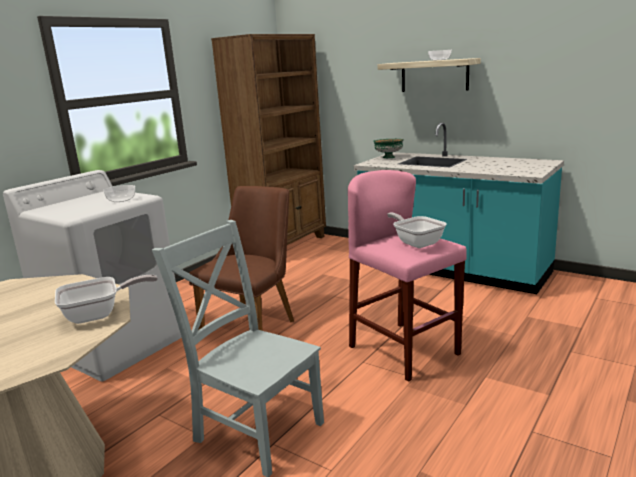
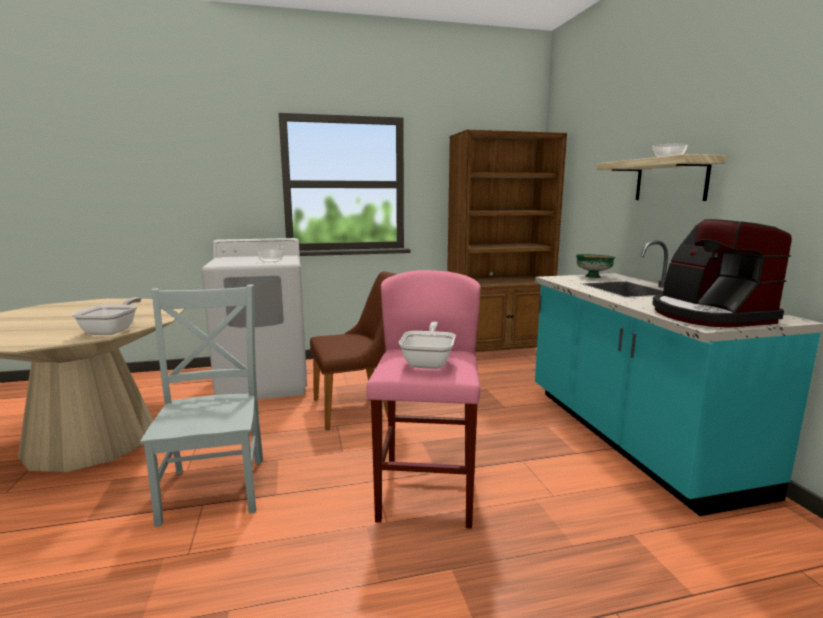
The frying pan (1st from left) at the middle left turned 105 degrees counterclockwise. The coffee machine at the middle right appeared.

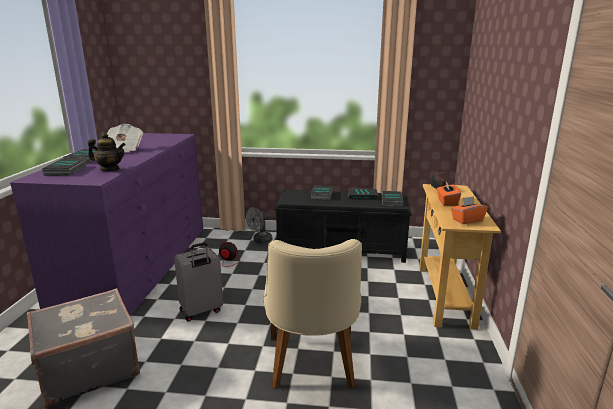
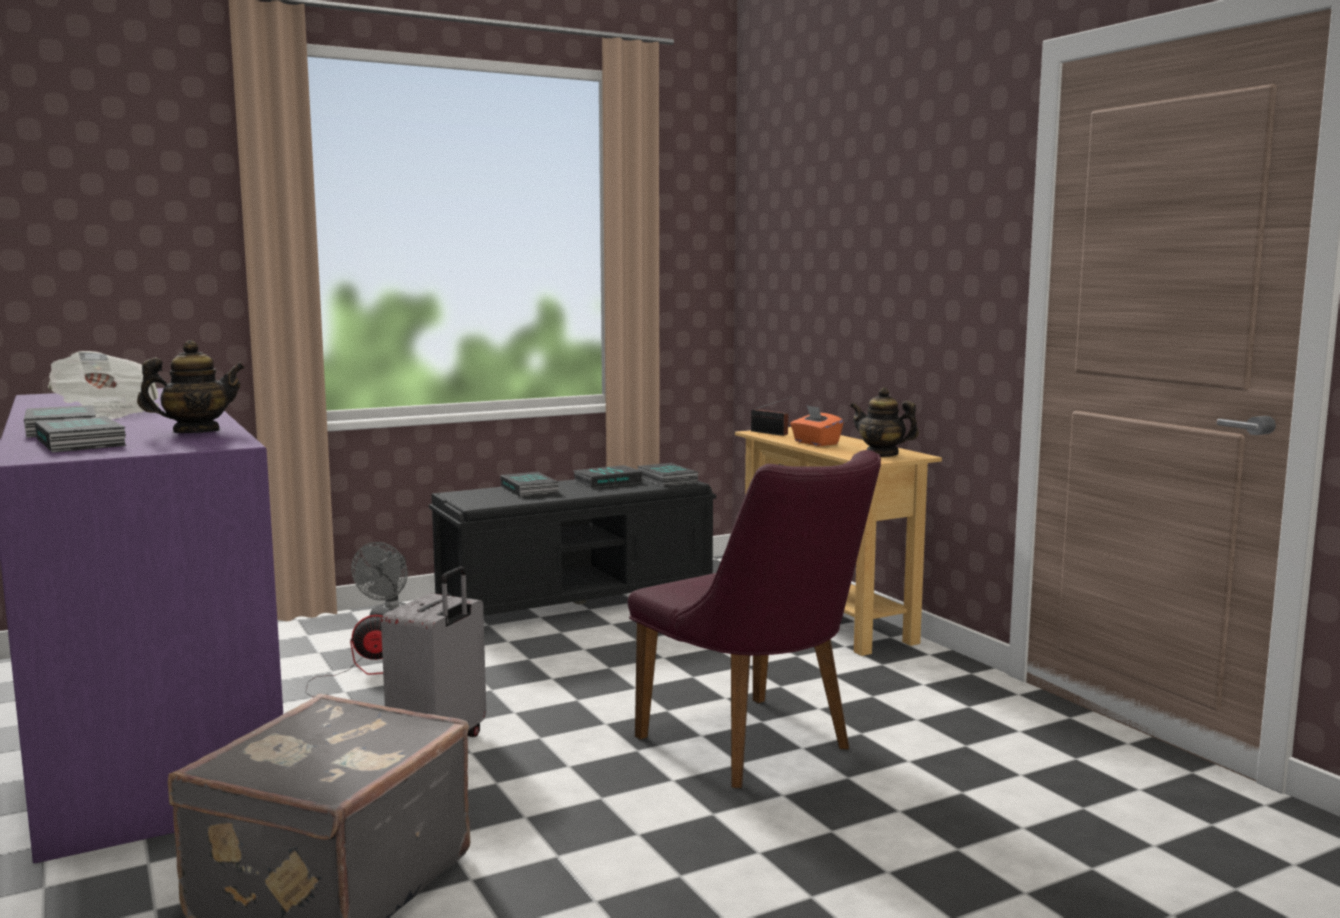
The orange tissue box (2nd from left) at the middle right was replaced by the teapot (2nd from left) at the centre. The beige chair at the bottom centre became the purple chair at the bottom centre.

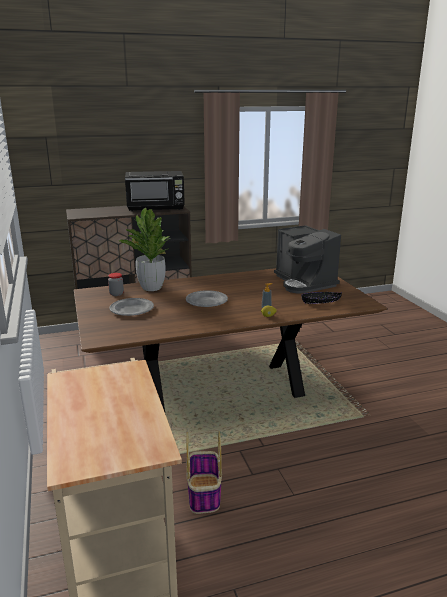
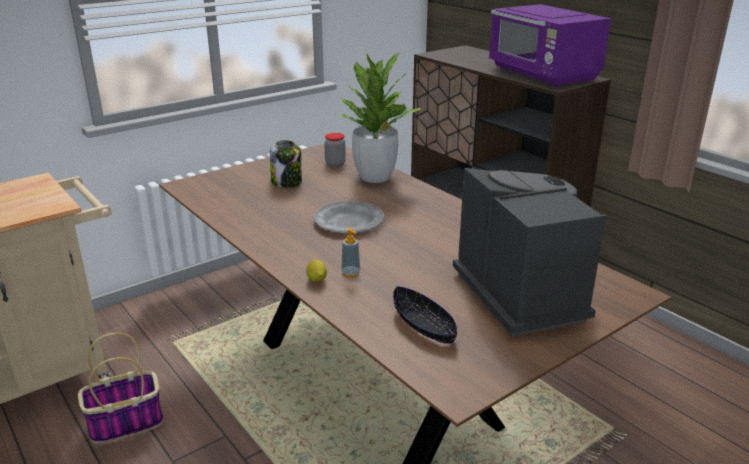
The black microwave at the top centre became the purple microwave at the top right. The coffee machine at the middle right turned 120 degrees clockwise. The grey plate (1st from left) at the middle left was replaced by the jar (1st from left) at the centre.

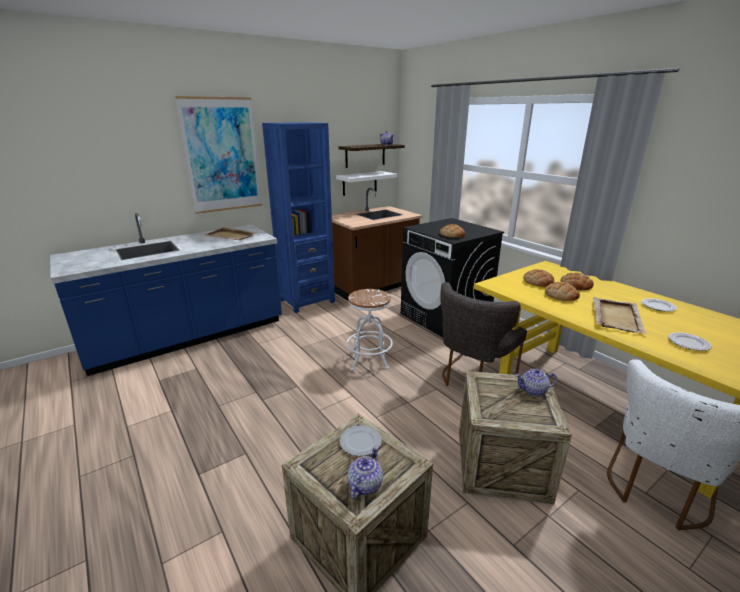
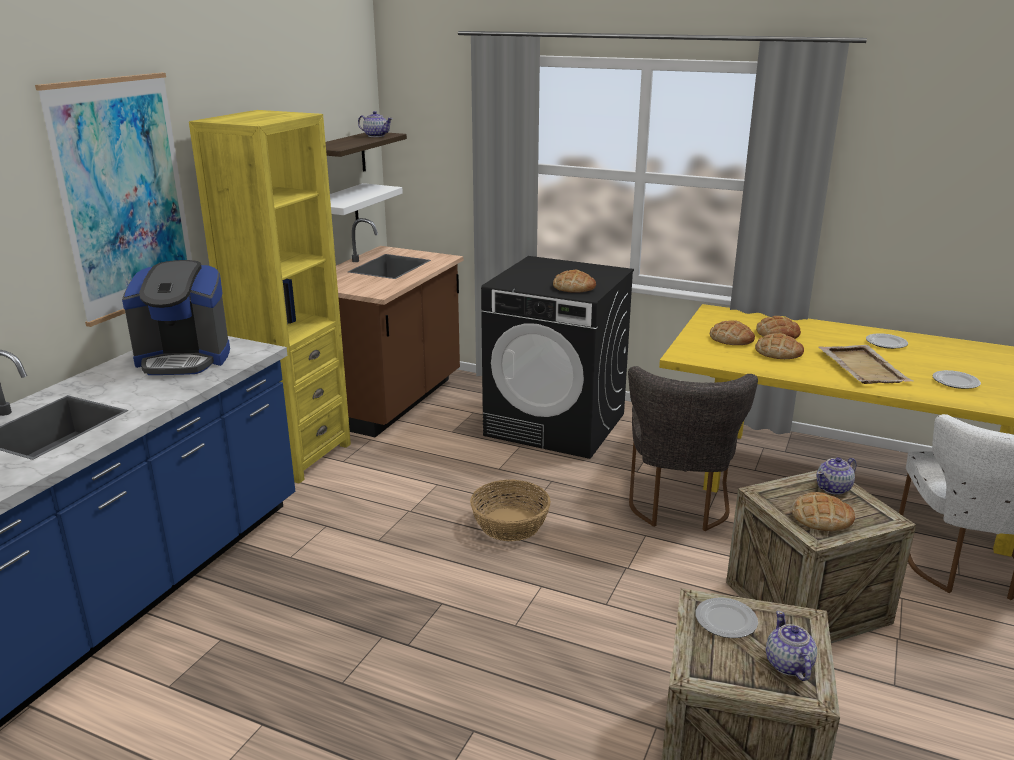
The blue bookcase at the centre became the yellow bookcase at the middle left. The beige tray (1st from left) at the middle left was replaced by the coffee machine at the middle left. The white stool at the centre was replaced by the basket at the bottom centre. The bread (5th from left) at the bottom right appeared.

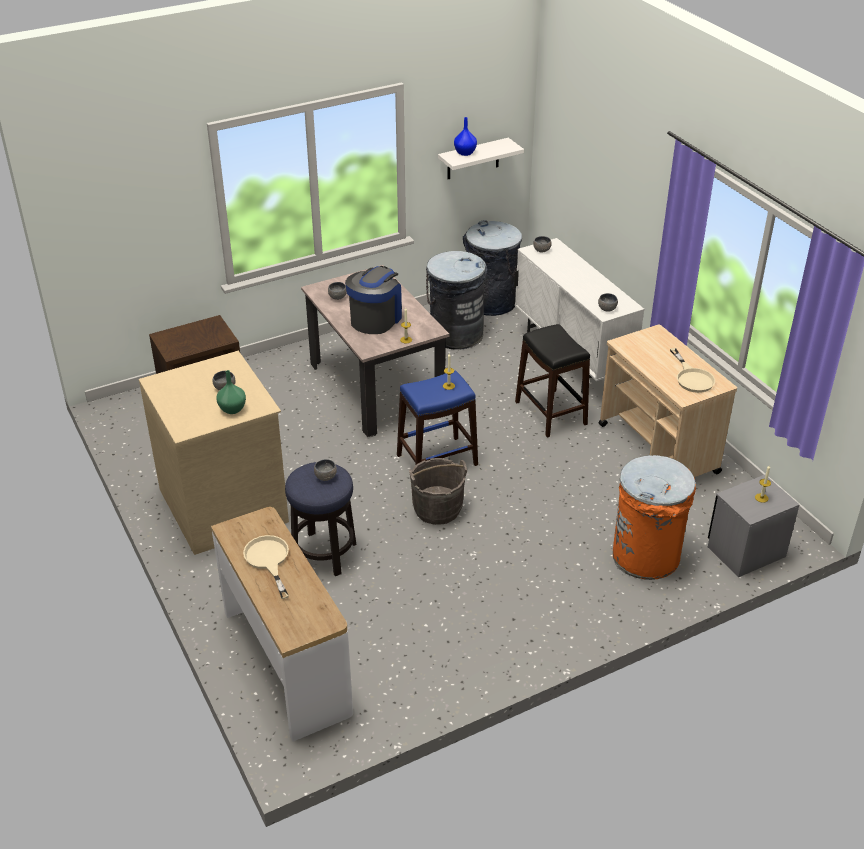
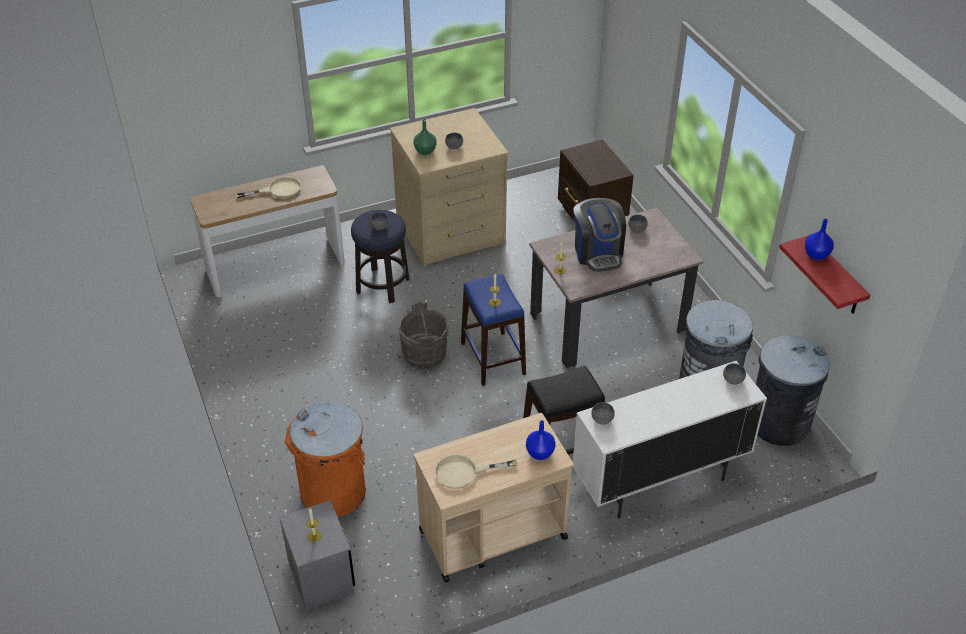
The white shelf at the top centre became the red shelf at the middle right. The coffee machine at the centre turned 45 degrees clockwise. The blue vase (1st from left) at the bottom centre appeared.

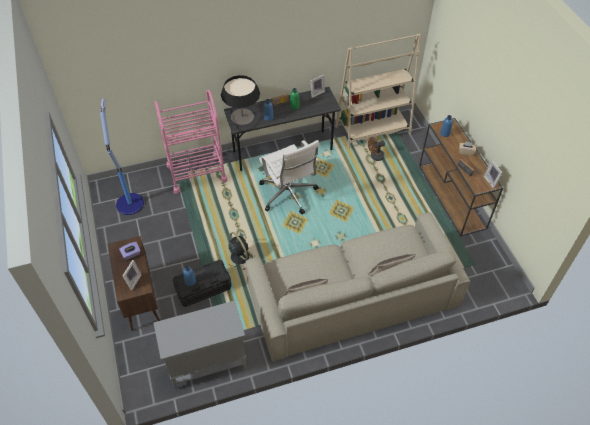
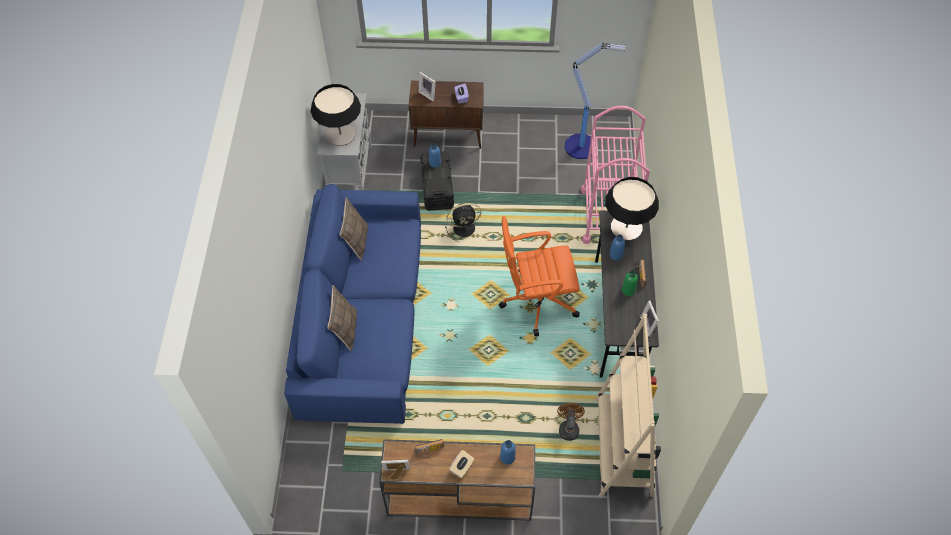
The white office chair at the centre became the orange office chair at the centre. The beige sofa at the bottom centre became the blue sofa at the centre. The table lamp (1st from left) at the top centre appeared.

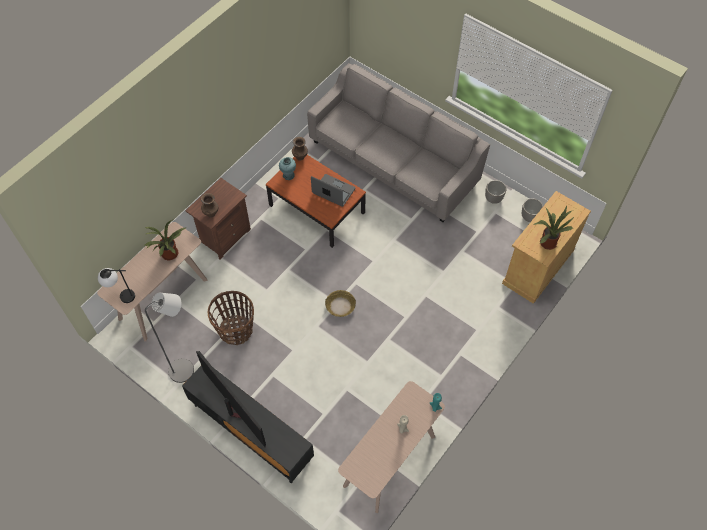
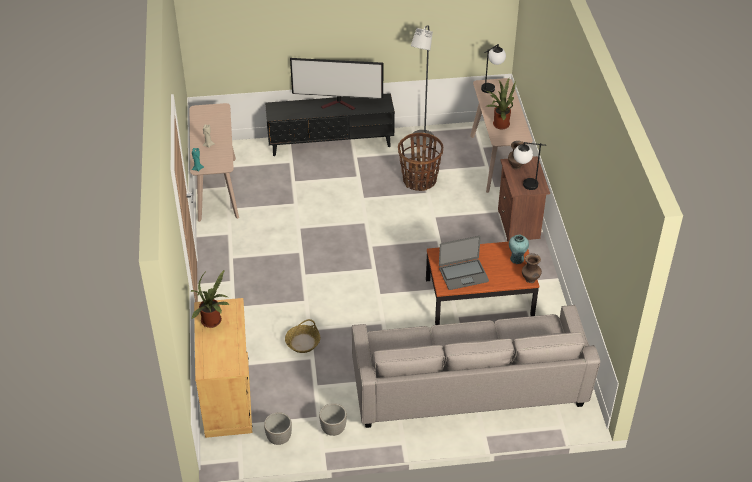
The basket (2nd from left in the first image) moved from the centre to the bottom centre. The table lamp (2nd from left) at the middle right appeared.

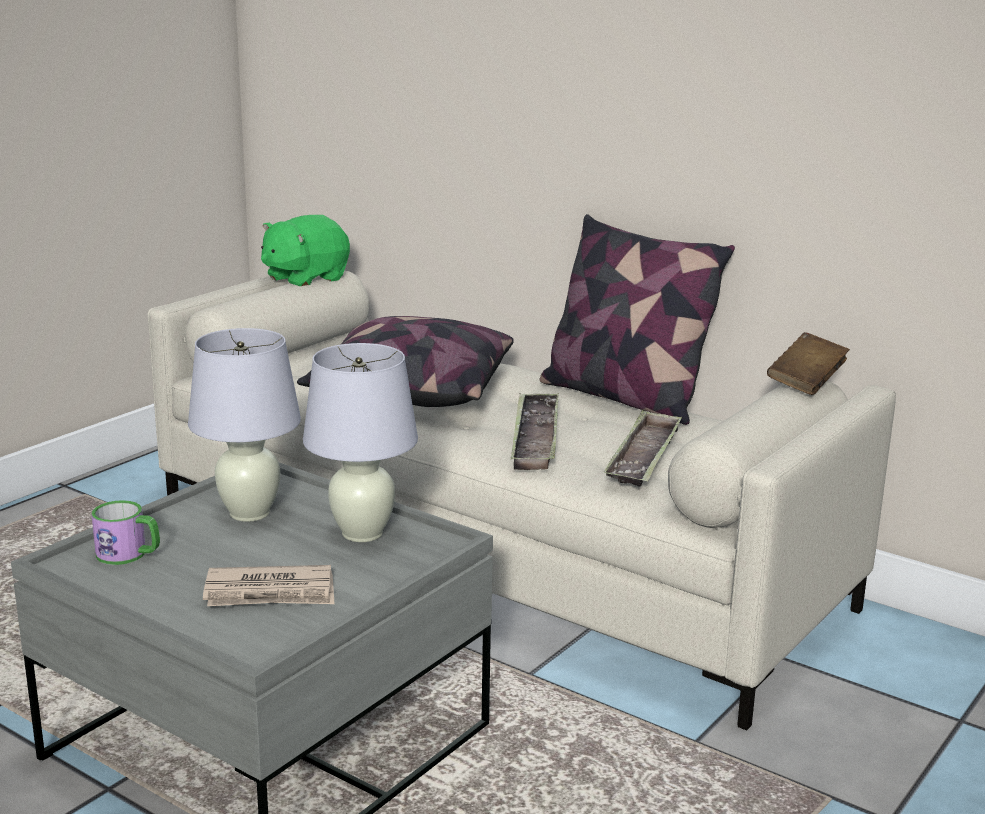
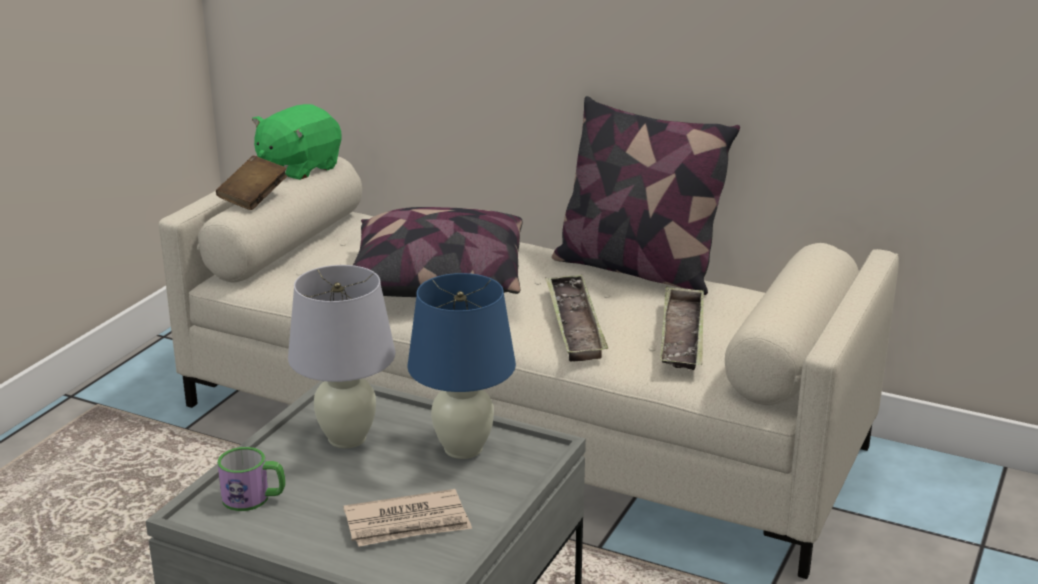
The brown book moved from the middle right to the top left. The white table lamp (2nd from left) at the centre became the blue table lamp at the centre.

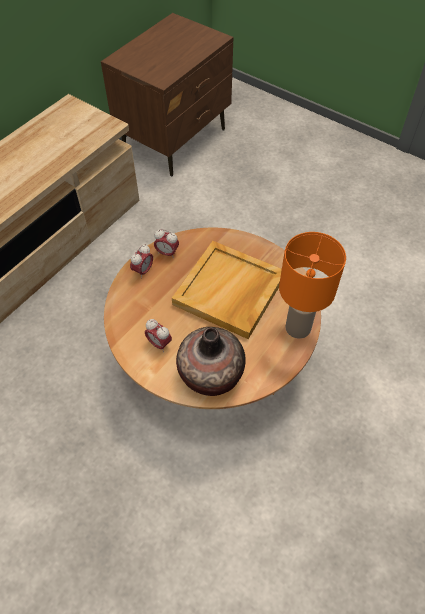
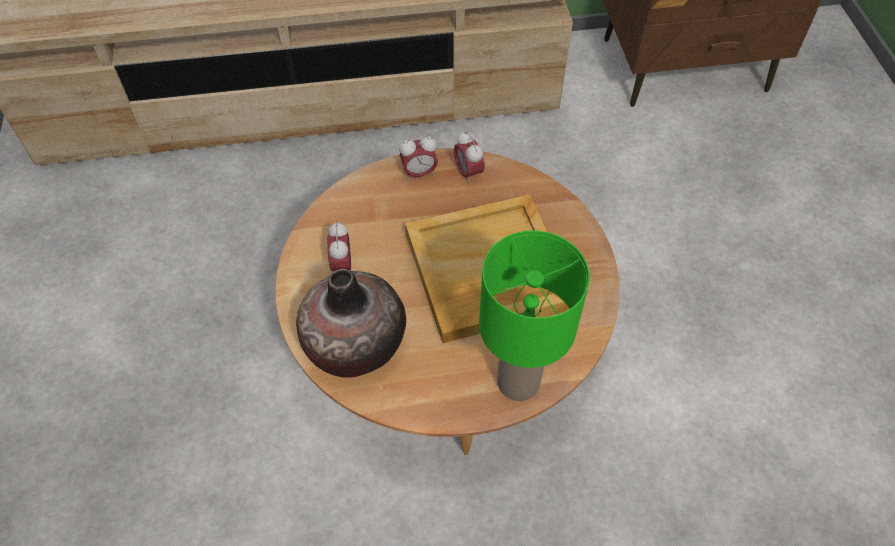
The orange table lamp at the middle right became the green table lamp at the centre.

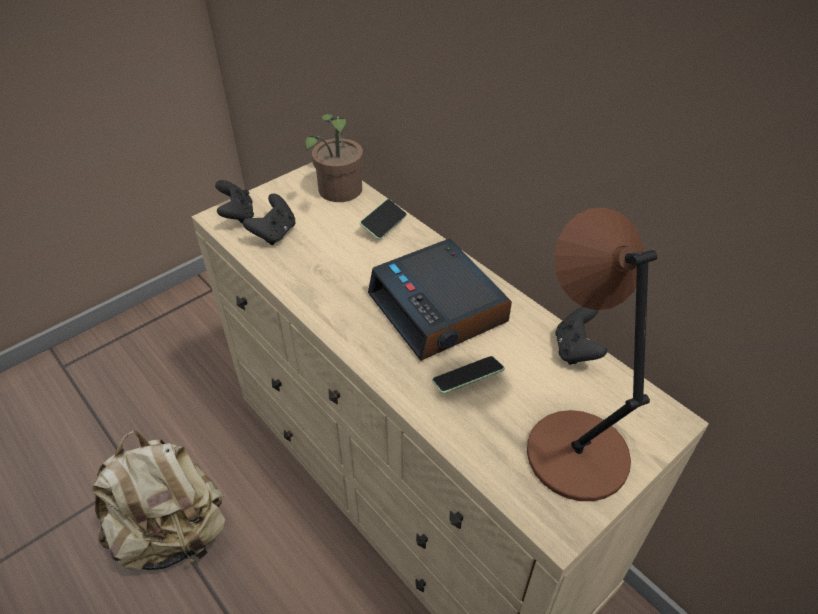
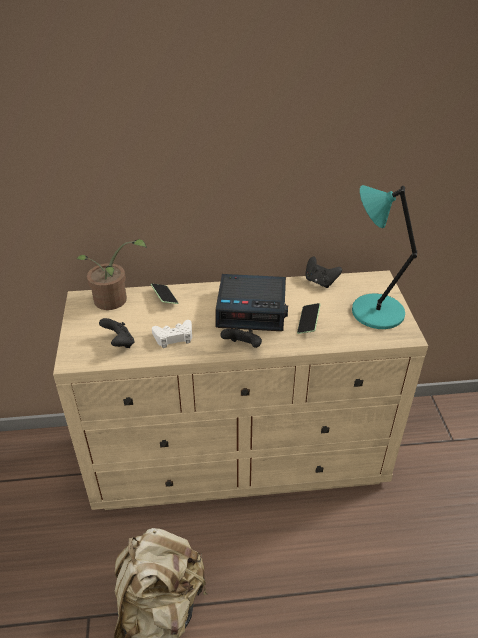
The black game controller (1st from left in the first image) moved from the top left to the centre. The brown table lamp at the middle right became the turquoise table lamp at the middle right. The white game controller at the centre appeared.

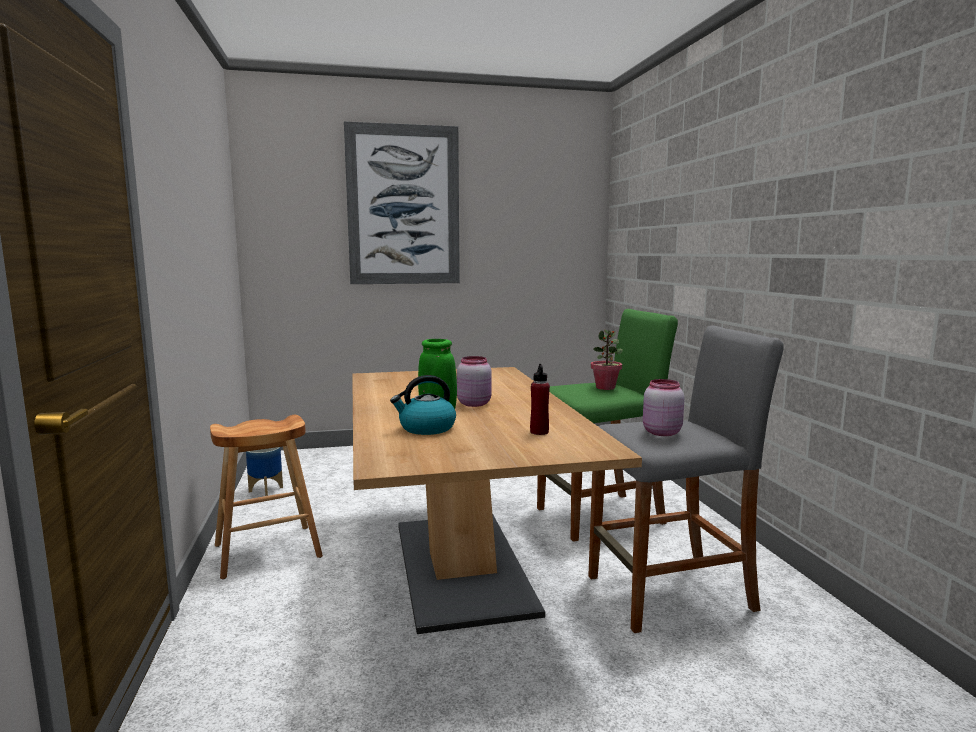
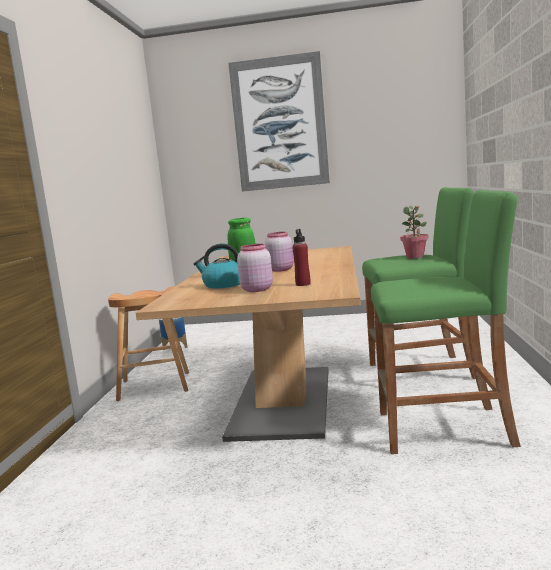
The grey stool at the middle right became the green stool (2nd from left) at the middle right. The pink jar (2nd from left in the first image) moved from the middle right to the centre.

